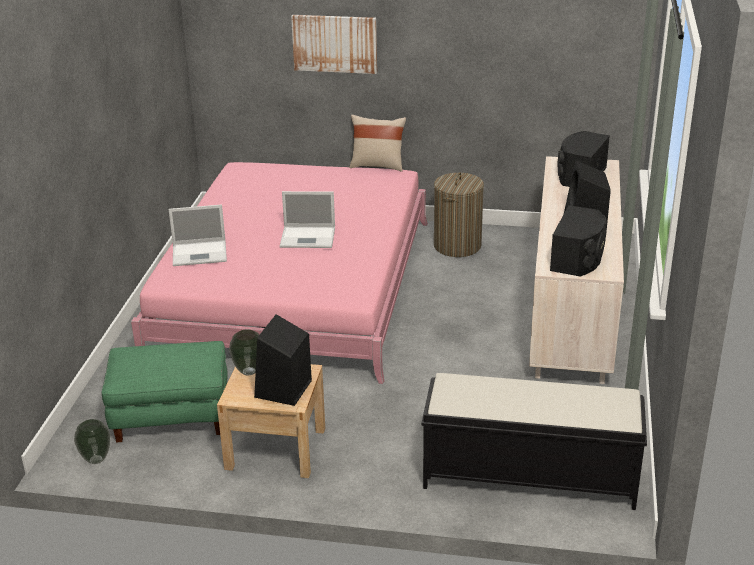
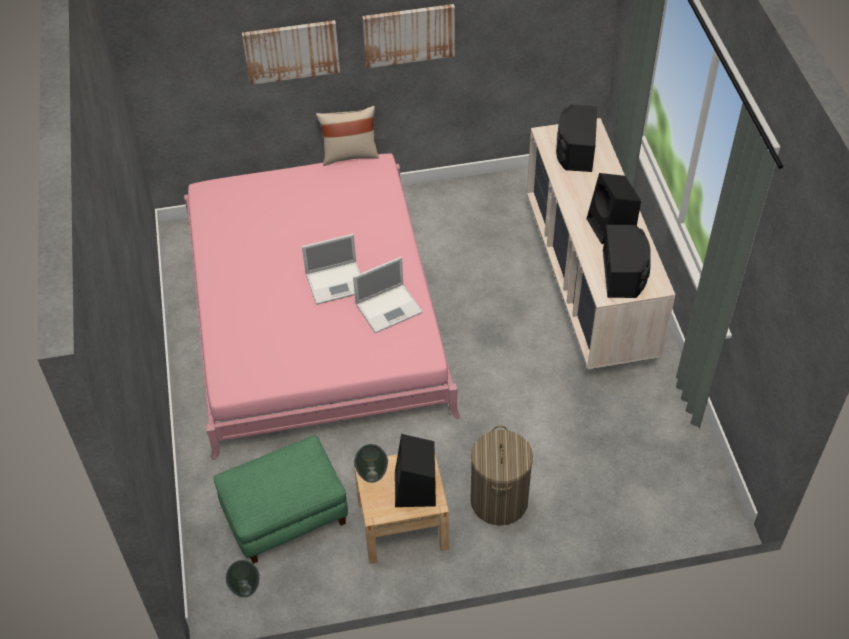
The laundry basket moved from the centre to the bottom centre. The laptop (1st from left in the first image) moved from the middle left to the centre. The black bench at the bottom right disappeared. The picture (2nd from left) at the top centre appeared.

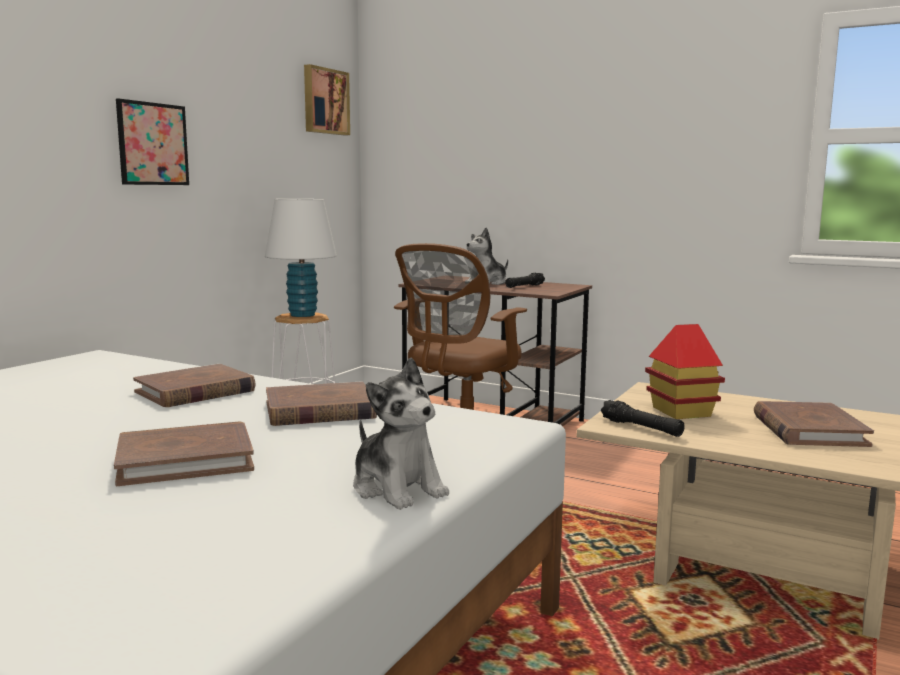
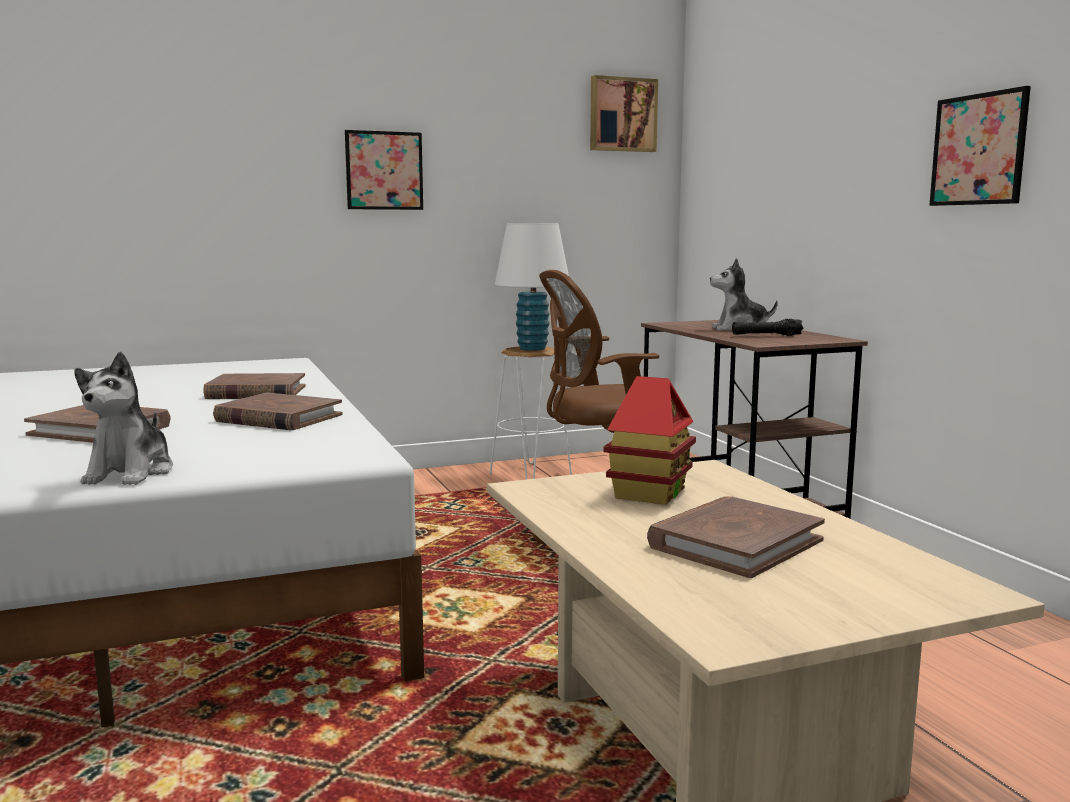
The black flashlight (2nd from left) at the middle right disappeared. The picture (3rd from left) at the top right appeared.

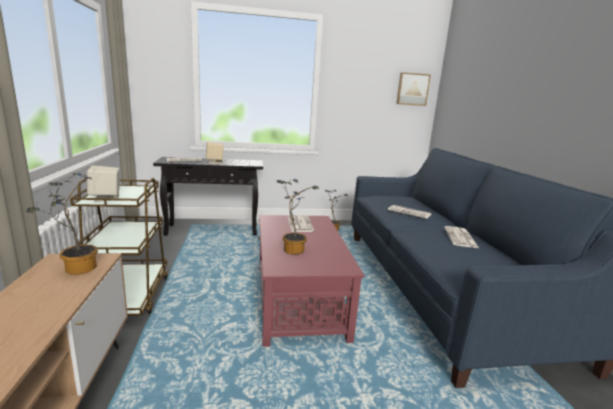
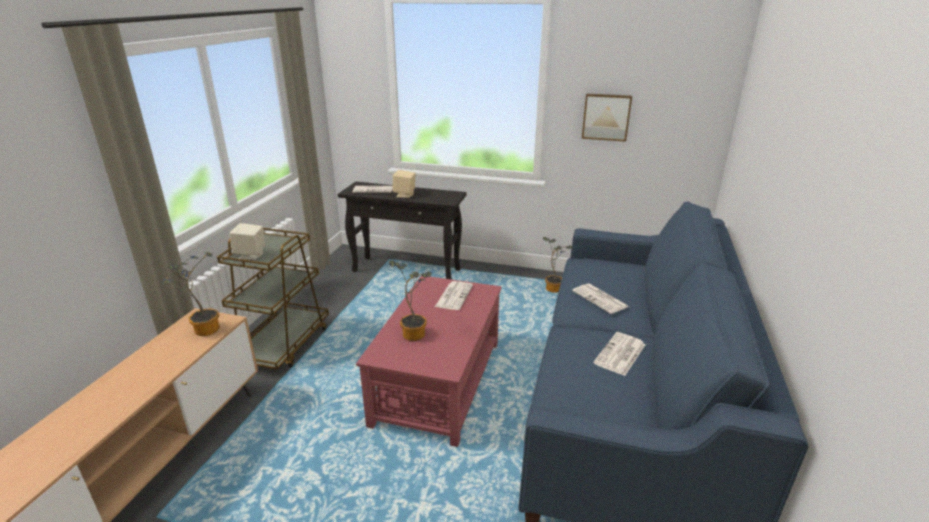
The picture moved from the top right to the top centre.

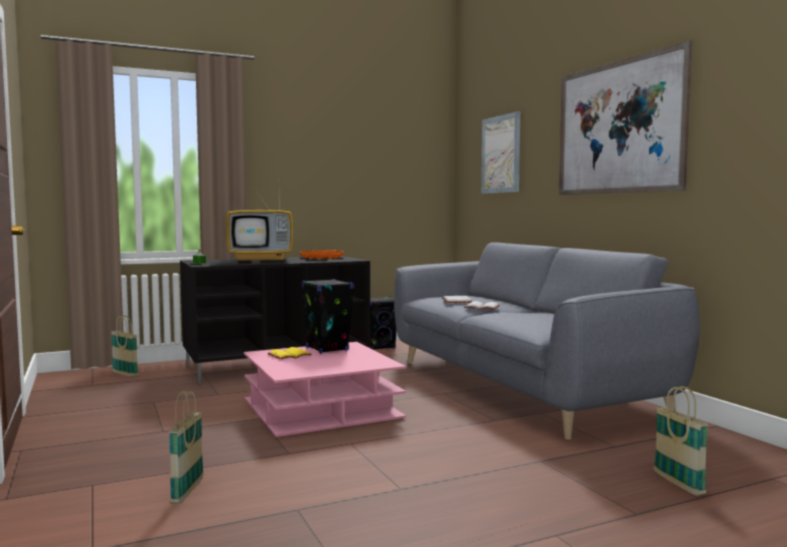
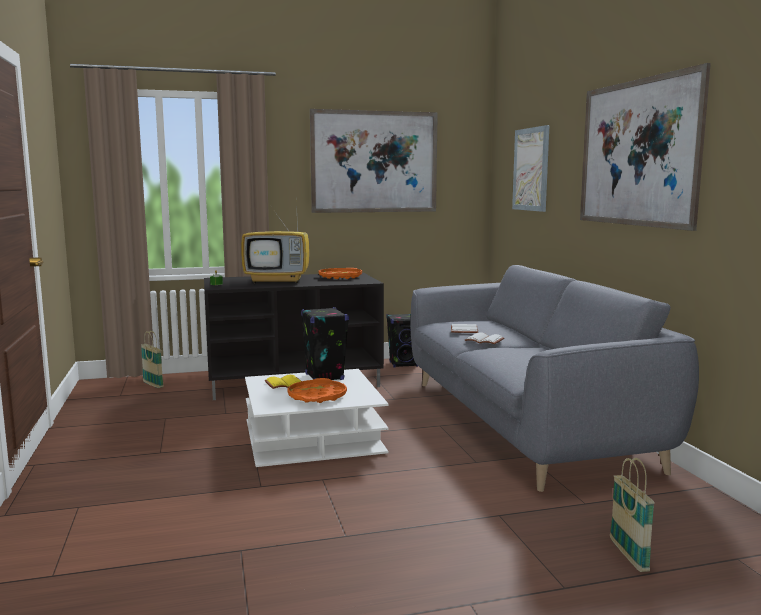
The pink coffee table at the bottom centre became the white coffee table at the bottom centre. The basket (2nd from left) at the bottom left disappeared. The picture (1st from left) at the top centre appeared. The orange tray (1st from left) at the centre appeared.

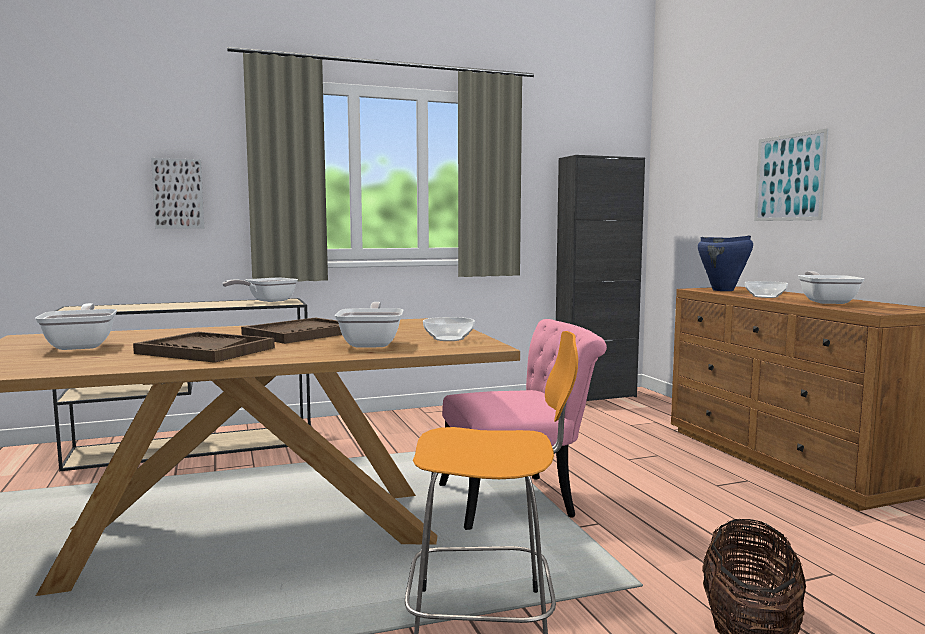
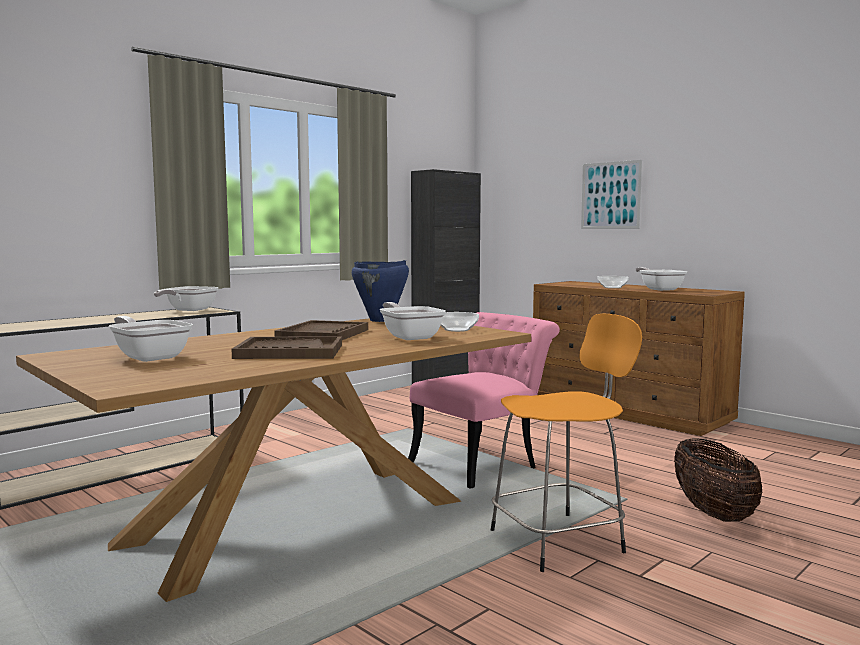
The picture (1st from left) at the top left disappeared. The blue cooking pot moved from the middle right to the centre.

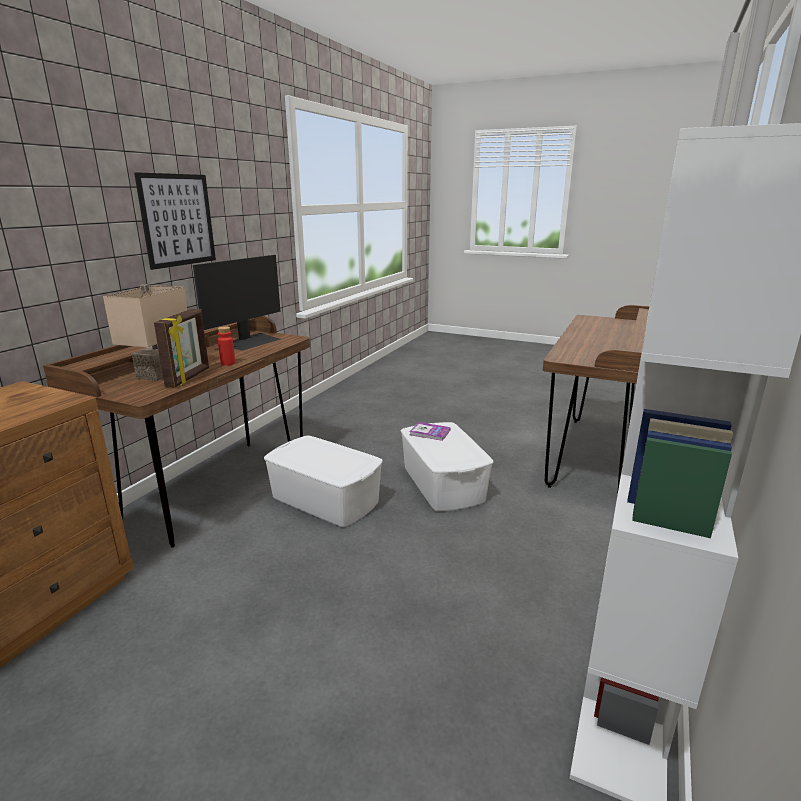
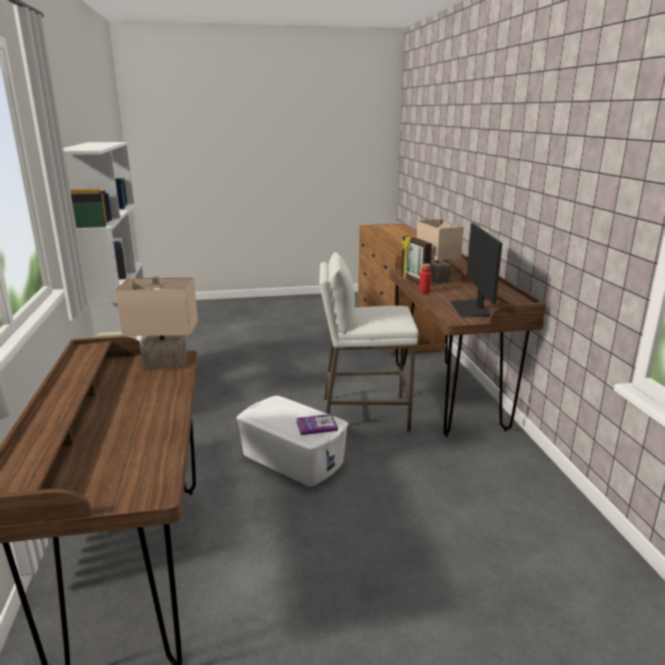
The picture at the top left disappeared. The white storage box (1st from left) at the centre was replaced by the white stool at the centre. The beige table lamp (1st from left) at the middle left appeared.

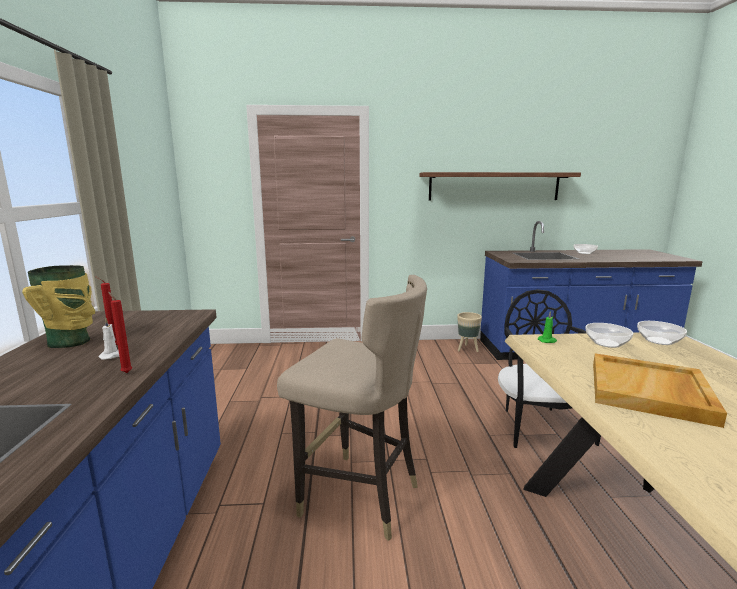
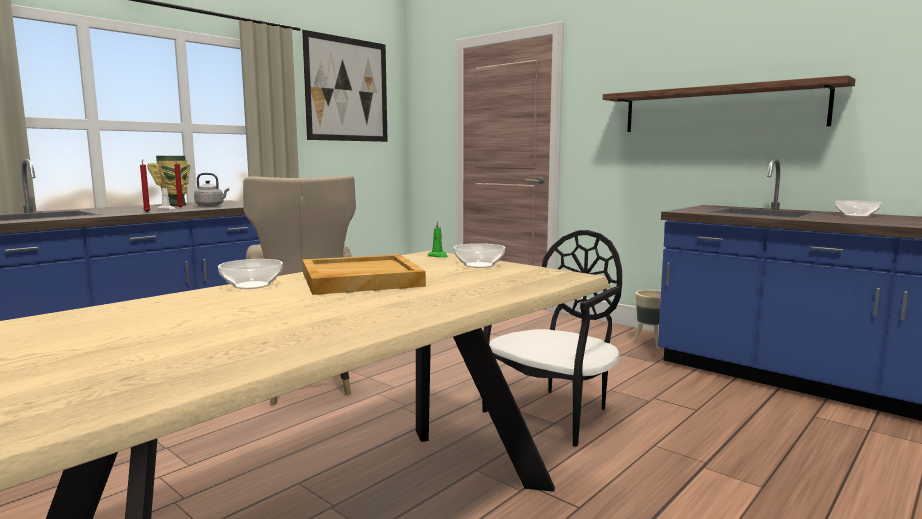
The bowl (3rd from left in the first image) moved from the middle right to the middle left. The picture at the top centre appeared. The grey kettle at the middle left appeared.

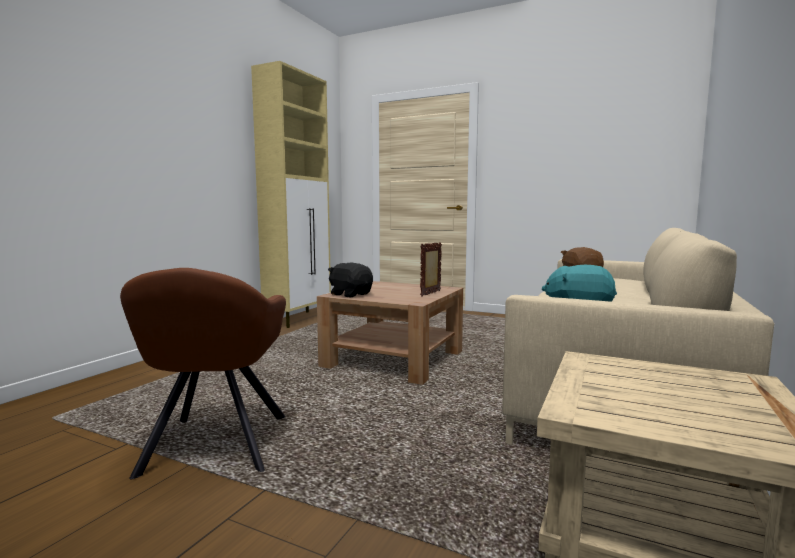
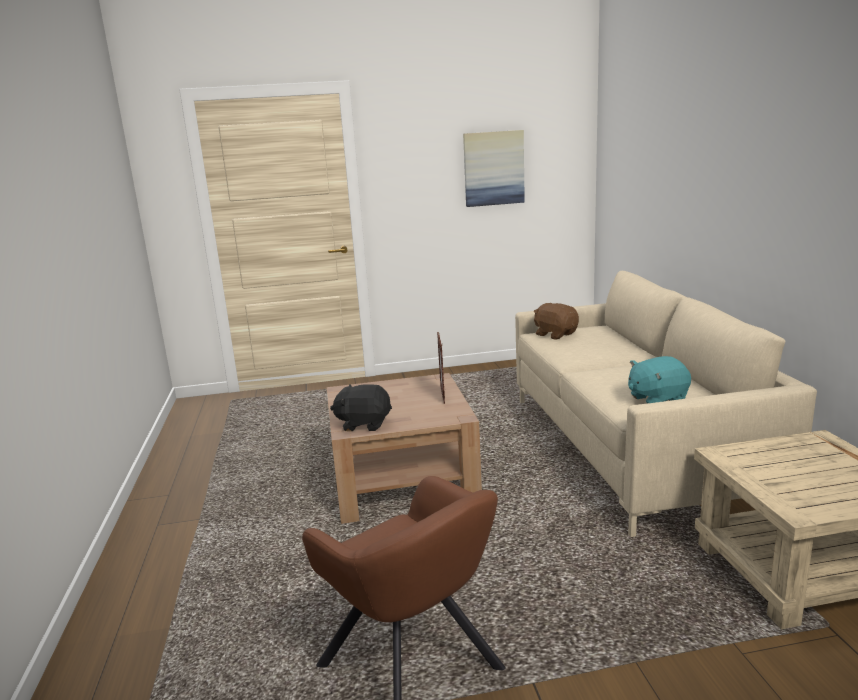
The beige cabinet at the centre disappeared. The picture at the top centre appeared.

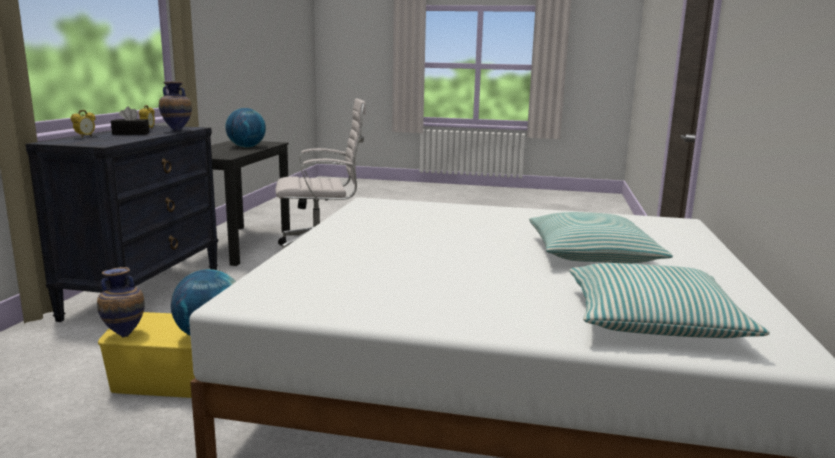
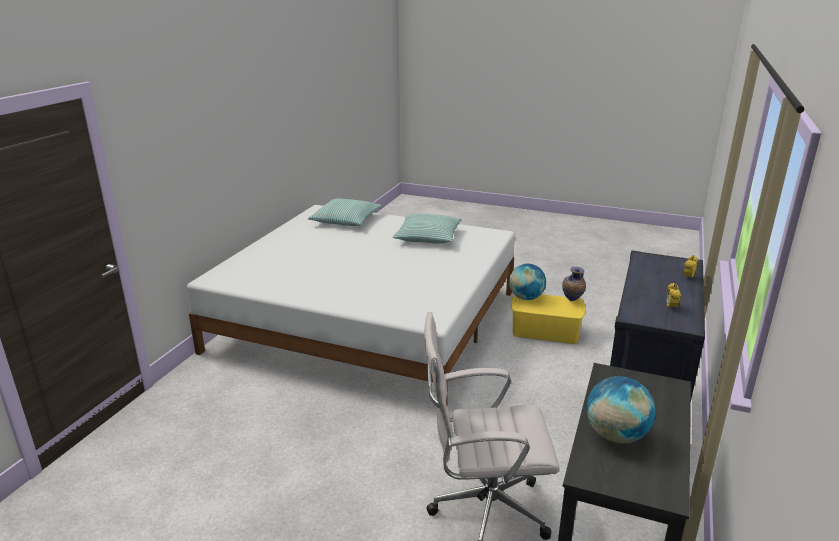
The vase (2nd from left) at the top left disappeared. The black tissue box at the top left disappeared. The pillow (1st from left in the first image) moved from the middle right to the centre.

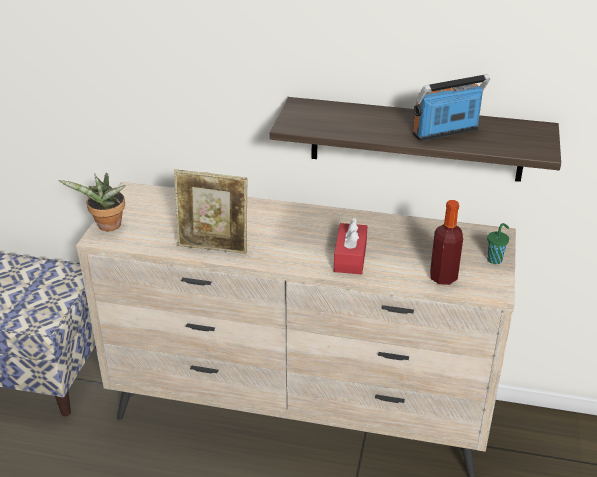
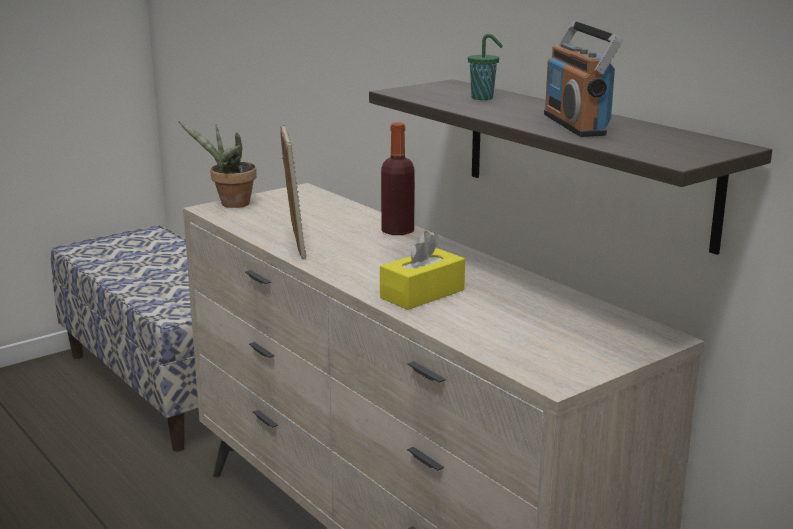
The radio at the top right turned 120 degrees counterclockwise. The picture frame at the centre turned 150 degrees counterclockwise. The bottle moved from the middle right to the centre. The red tissue box at the centre became the yellow tissue box at the centre. The green cup moved from the middle right to the top centre.

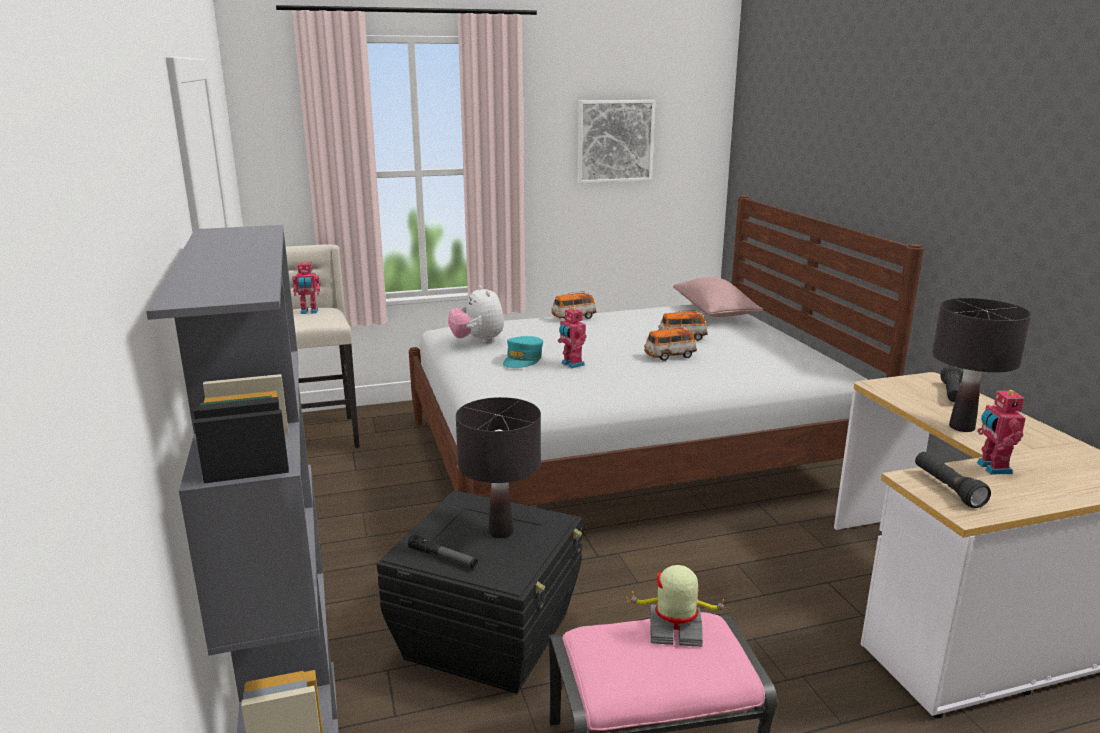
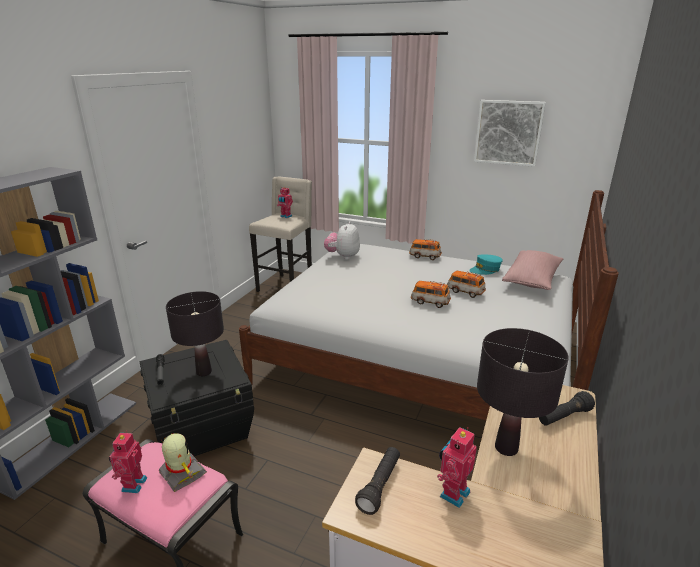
The toy robot (2nd from left in the first image) moved from the centre to the bottom left. The turquoise cap moved from the centre to the middle right.

